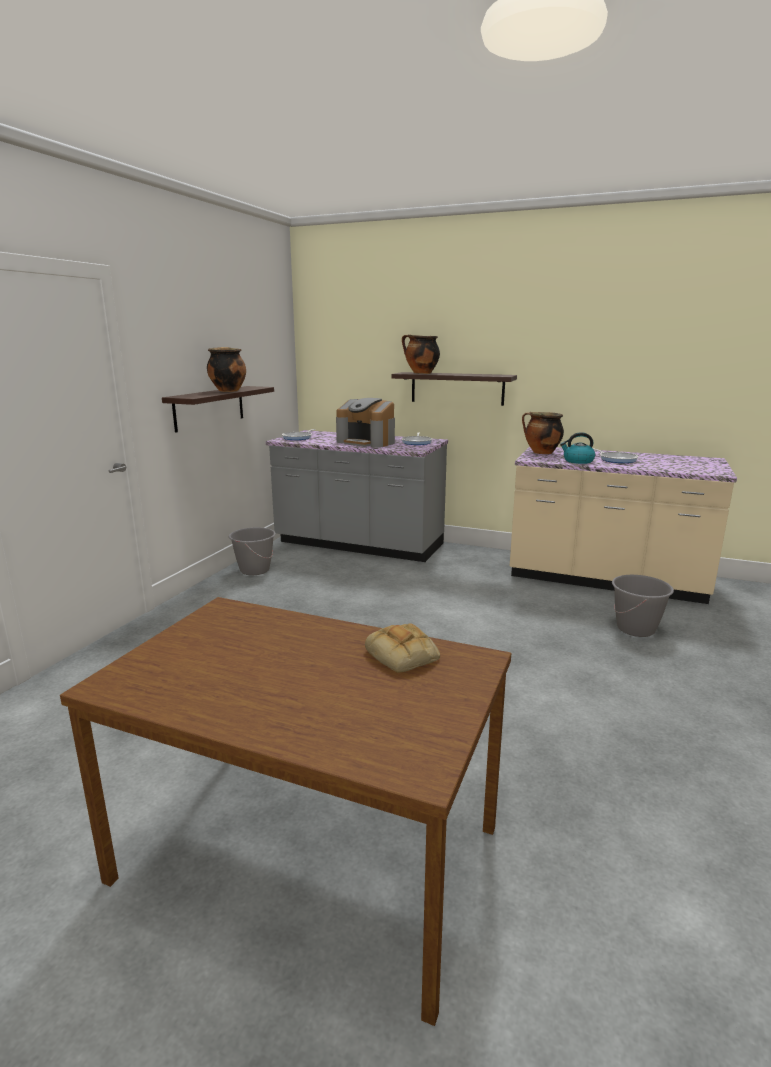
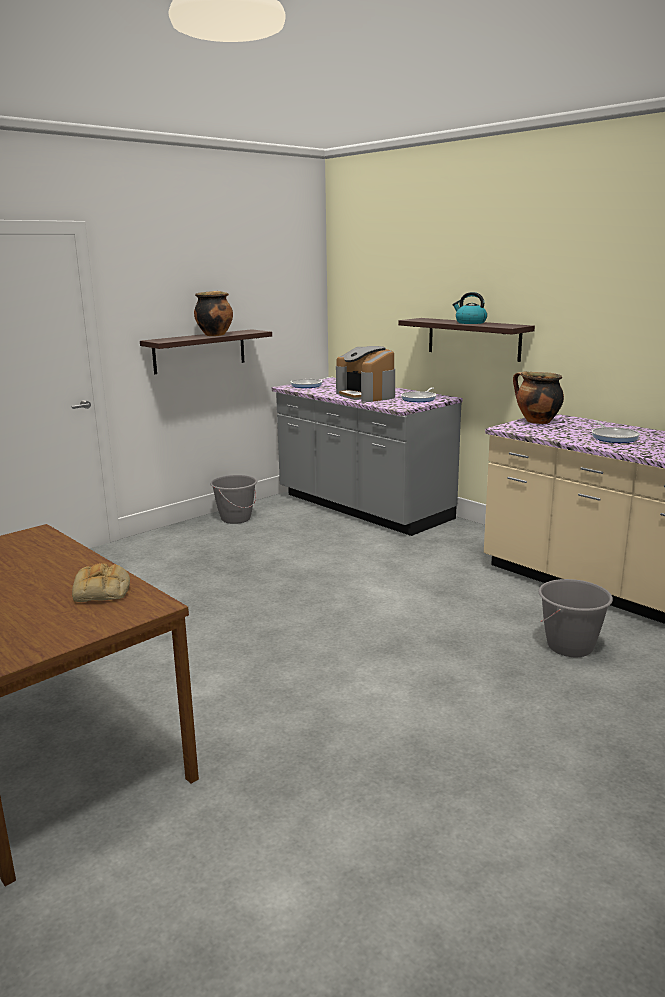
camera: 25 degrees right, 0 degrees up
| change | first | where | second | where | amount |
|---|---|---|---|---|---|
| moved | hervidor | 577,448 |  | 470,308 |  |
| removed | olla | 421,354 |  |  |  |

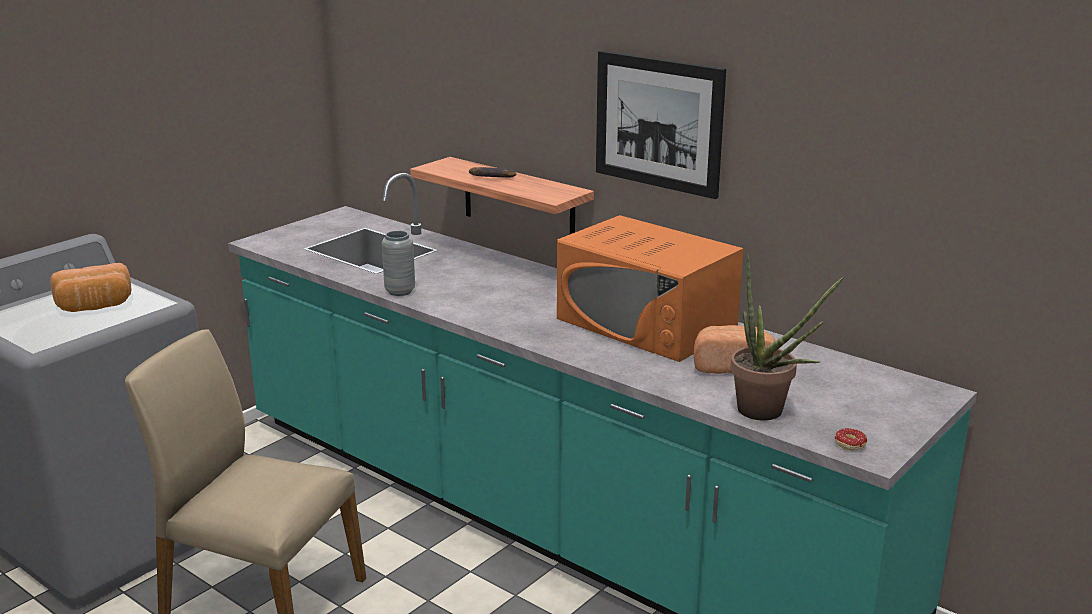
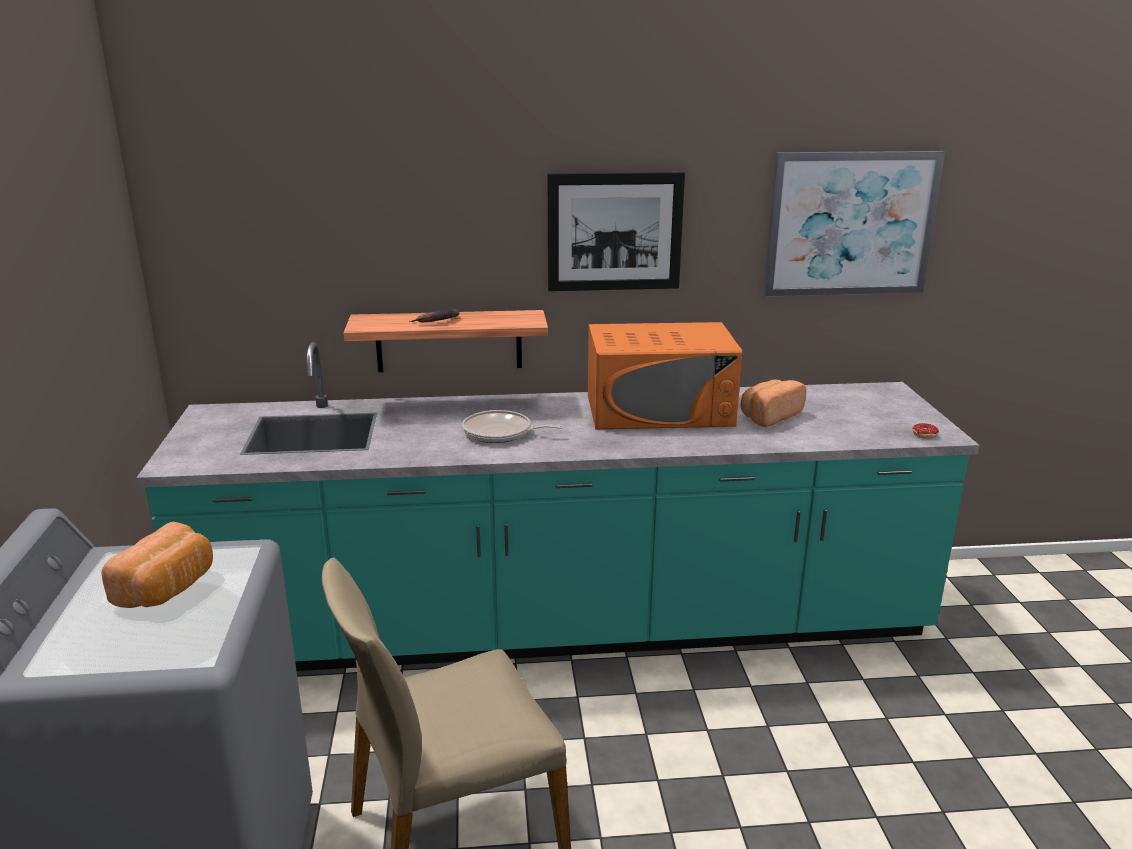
camera: 45 degrees left, 0 degrees up
| change | first | where | second | where | amount |
|---|---|---|---|---|---|
| added |  |  | sartén | 513,426 |  |
| added |  |  | cuadro | 854,224 |  |
| removed | florero (gris) | 398,263 |  |  |  |
| removed | planta en maceta | 787,337 |  |  |  |

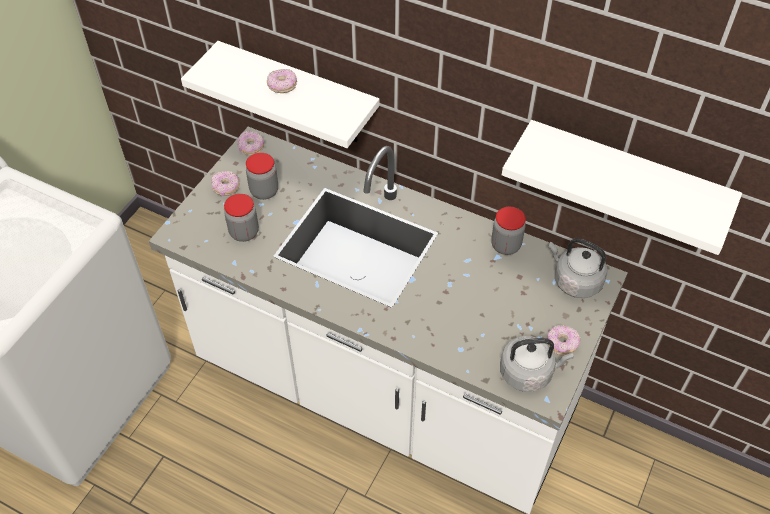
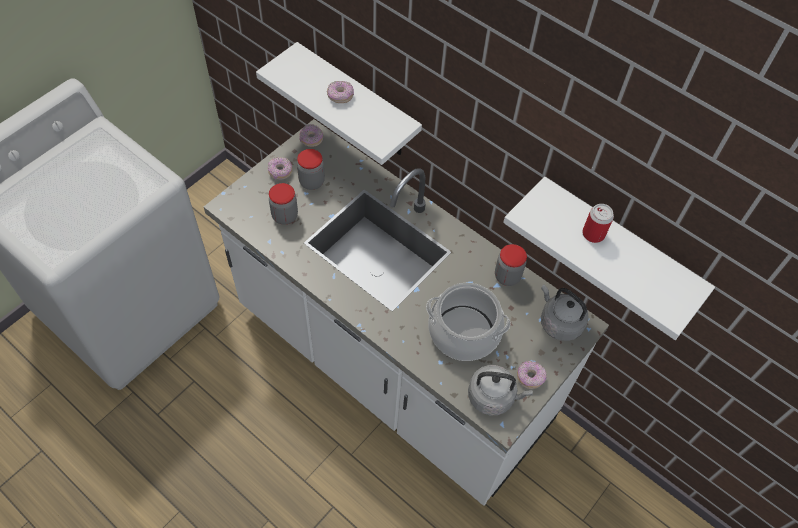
camera: 10 degrees right, 5 degrees up
| change | first | where | second | where | amount |
|---|---|---|---|---|---|
| added |  |  | olla | 468,322 |  |
| added |  |  | lata | 598,223 |  |

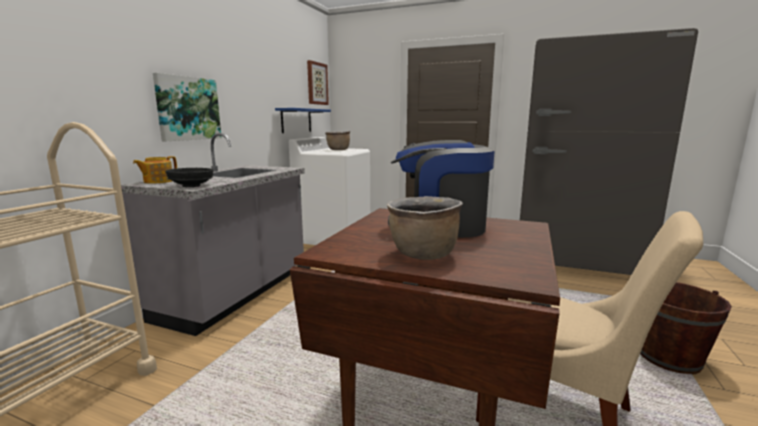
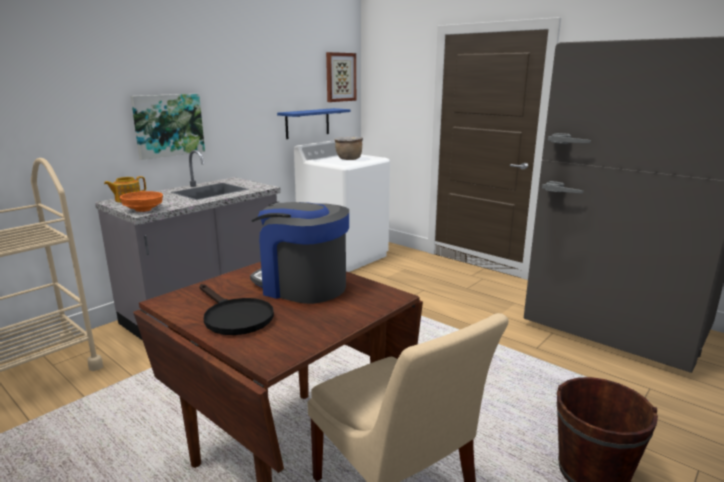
camera: 20 degrees right, 5 degrees up
| change | first | where | second | where | amount |
|---|---|---|---|---|---|
| recoloured | cuenco (negro) | 189,177 | cuenco (naranja) | 141,201 |  |
| replaced | olla (marrón) | 425,228 | sartén (negro) | 236,309 |  |

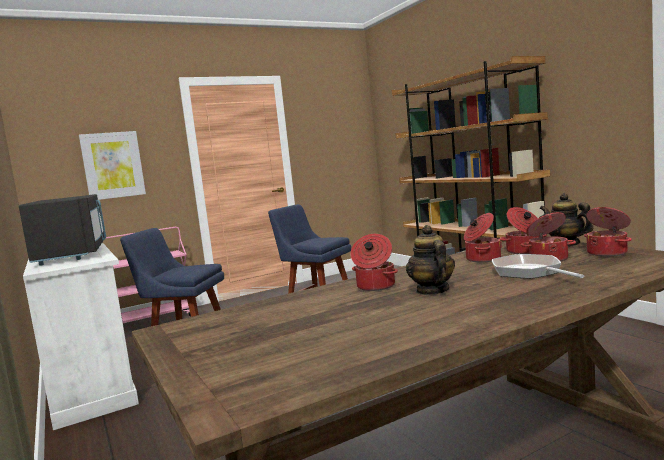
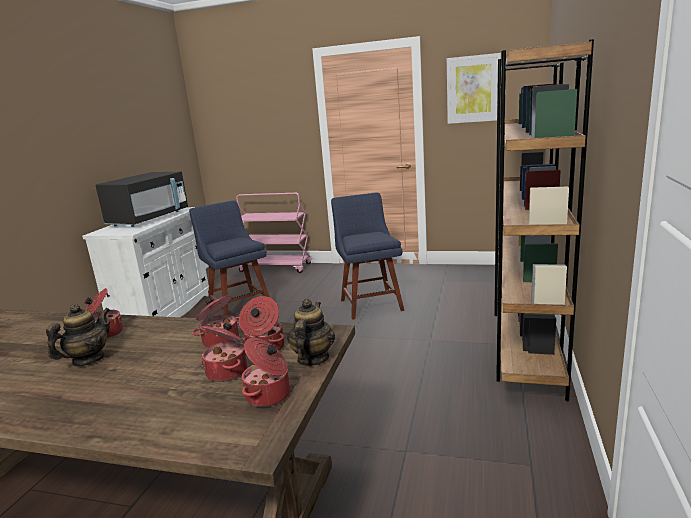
camera: 45 degrees right, 10 degrees up
| change | first | where | second | where | amount |
|---|---|---|---|---|---|
| moved | cuadro | 112,165 |  | 474,88 |  |
| removed | sartén | 538,266 |  |  |  |

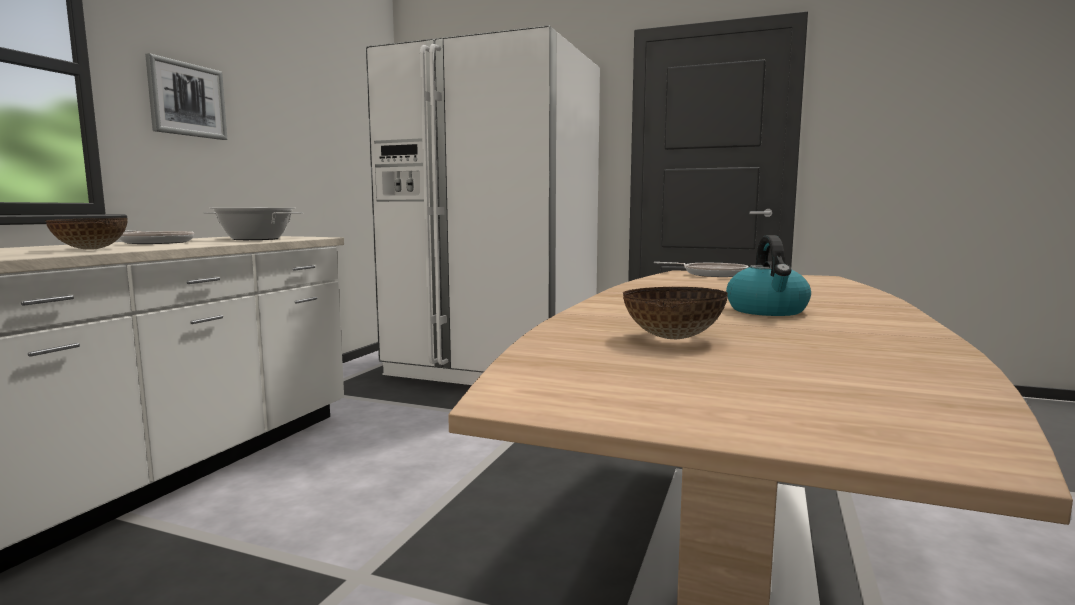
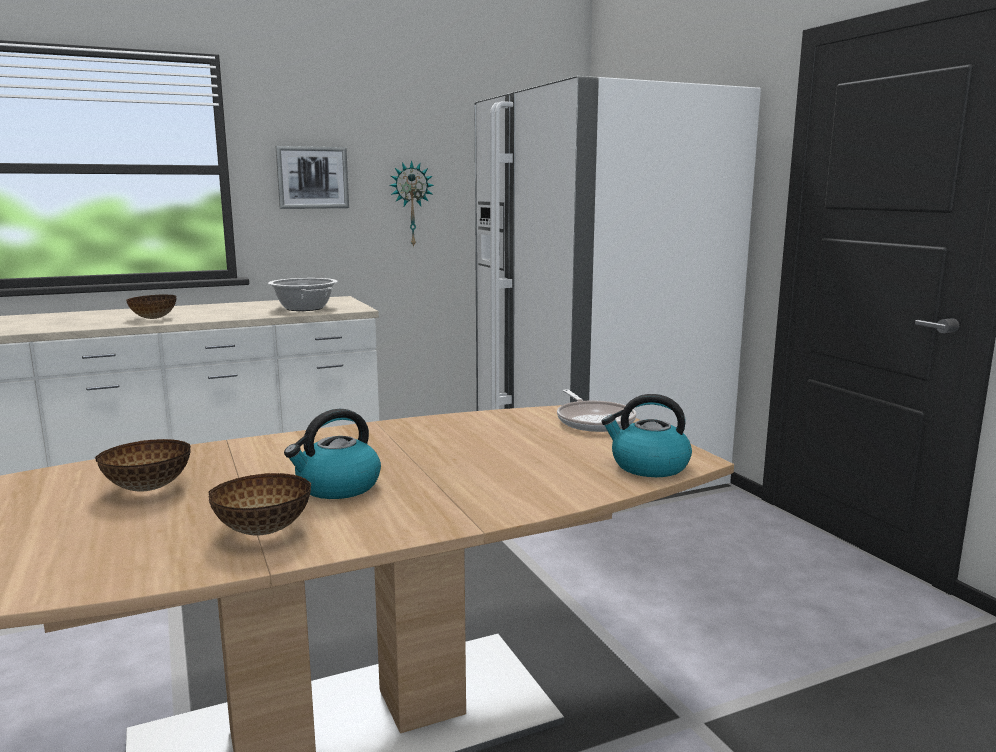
camera: 45 degrees right, 5 degrees up
| change | first | where | second | where | amount |
|---|---|---|---|---|---|
| added |  |  | cuenco | 260,504 |  |
| added |  |  | reloj de pared | 412,204 |  |
| added |  |  | hervidor | 646,435 |  |
| removed | sartén | 156,237 |  |  |  |

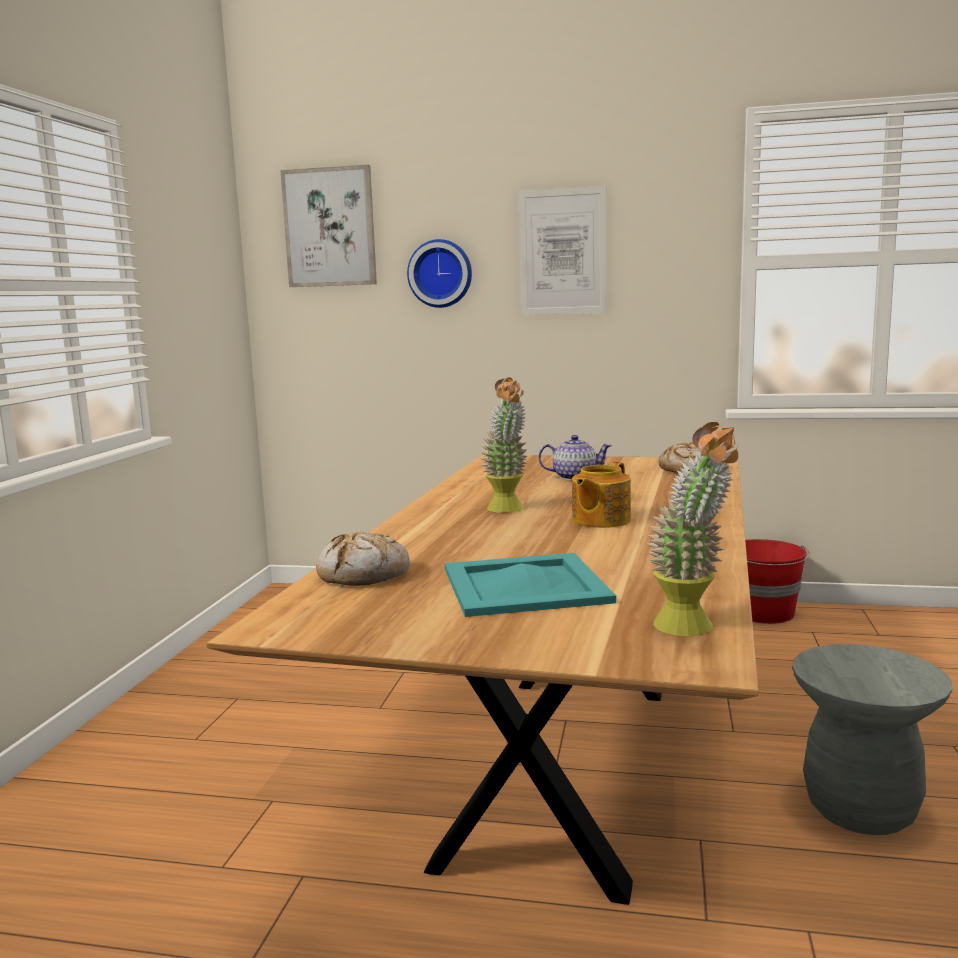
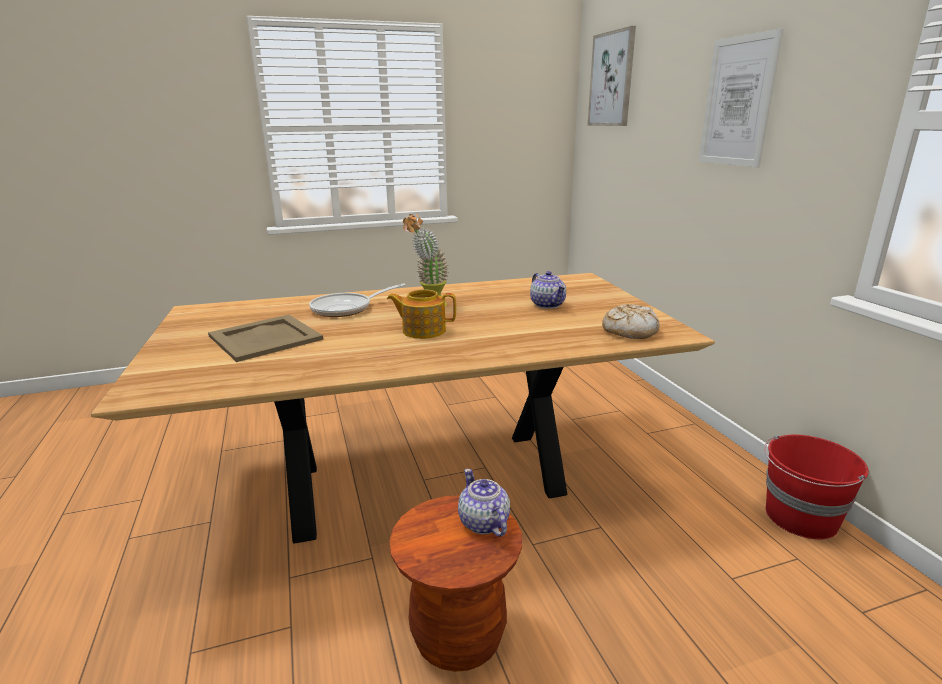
camera: 60 degrees right, 10 degrees up
| change | first | where | second | where | amount |
|---|---|---|---|---|---|
| recoloured | bandeja (turquesa) | 530,585 | bandeja (beis) | 265,338 |  |
| added |  |  | sartén | 357,300 |  |
| recoloured | taburete (gris) | 872,739 | taburete (marrón) | 455,583 |  |
| added |  |  | tetera | 484,503 |  |
| removed | pan | 363,558 |  |  |  |
| removed | reloj de pared | 439,273 |  |  |  |
| removed | planta en maceta | 692,529 |  |  |  |

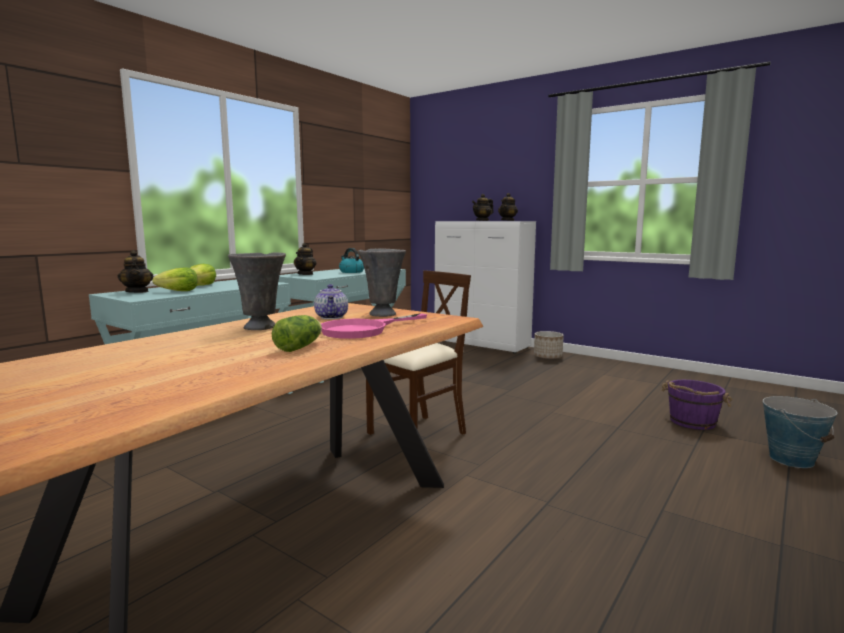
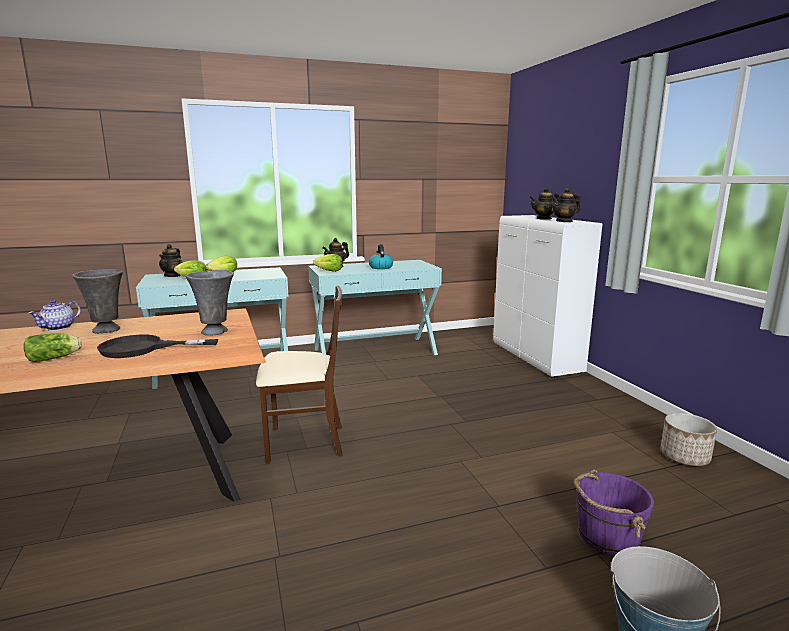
camera: 35 degrees right, 5 degrees up
| change | first | where | second | where | amount |
|---|---|---|---|---|---|
| moved | tetera | 331,301 |  | 54,315 |  |
| recoloured | sartén (rosa) | 374,326 | sartén (negro) | 157,346 |  |
| added |  |  | lechuga | 328,263 |  |
| moved | maceta | 549,345 |  | 689,439 |  |

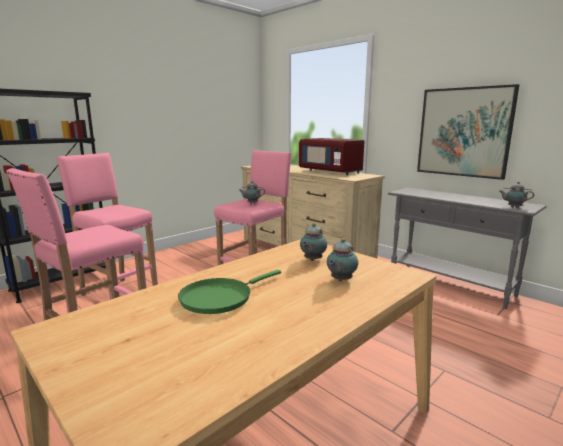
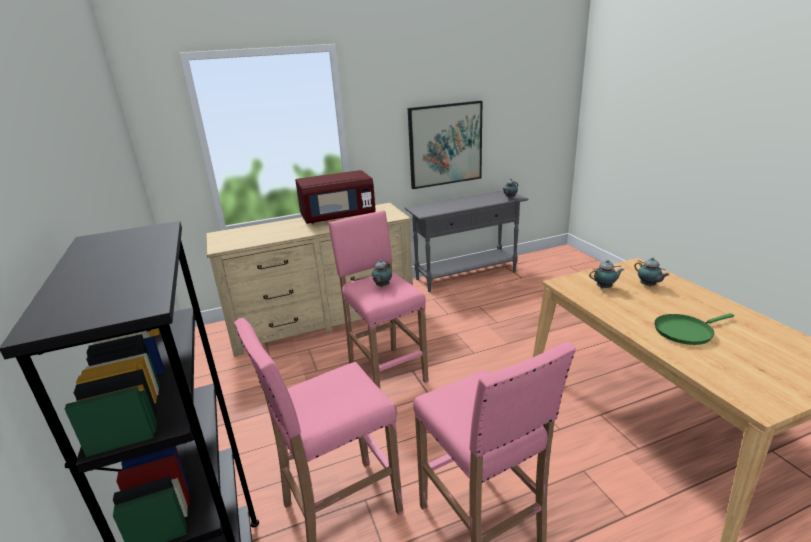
camera: 65 degrees left, 10 degrees up
| change | first | where | second | where | amount |
|---|---|---|---|---|---|
| turned | tetera | 313,242 |  | 606,274 | 60 degrees counterclockwise |
| turned | sartén (verde) | 229,292 |  | 694,329 | 90 degrees clockwise |

